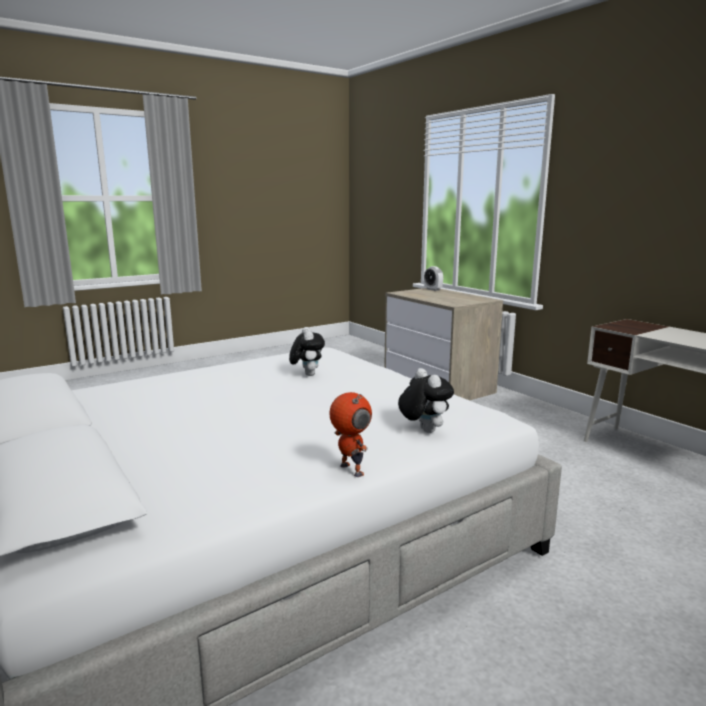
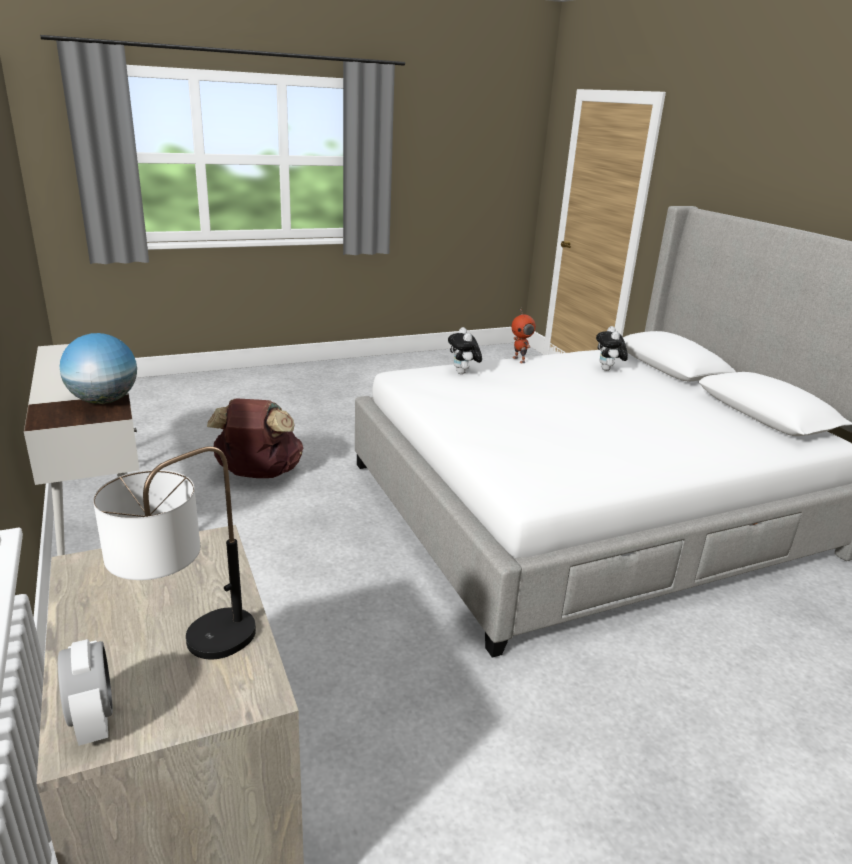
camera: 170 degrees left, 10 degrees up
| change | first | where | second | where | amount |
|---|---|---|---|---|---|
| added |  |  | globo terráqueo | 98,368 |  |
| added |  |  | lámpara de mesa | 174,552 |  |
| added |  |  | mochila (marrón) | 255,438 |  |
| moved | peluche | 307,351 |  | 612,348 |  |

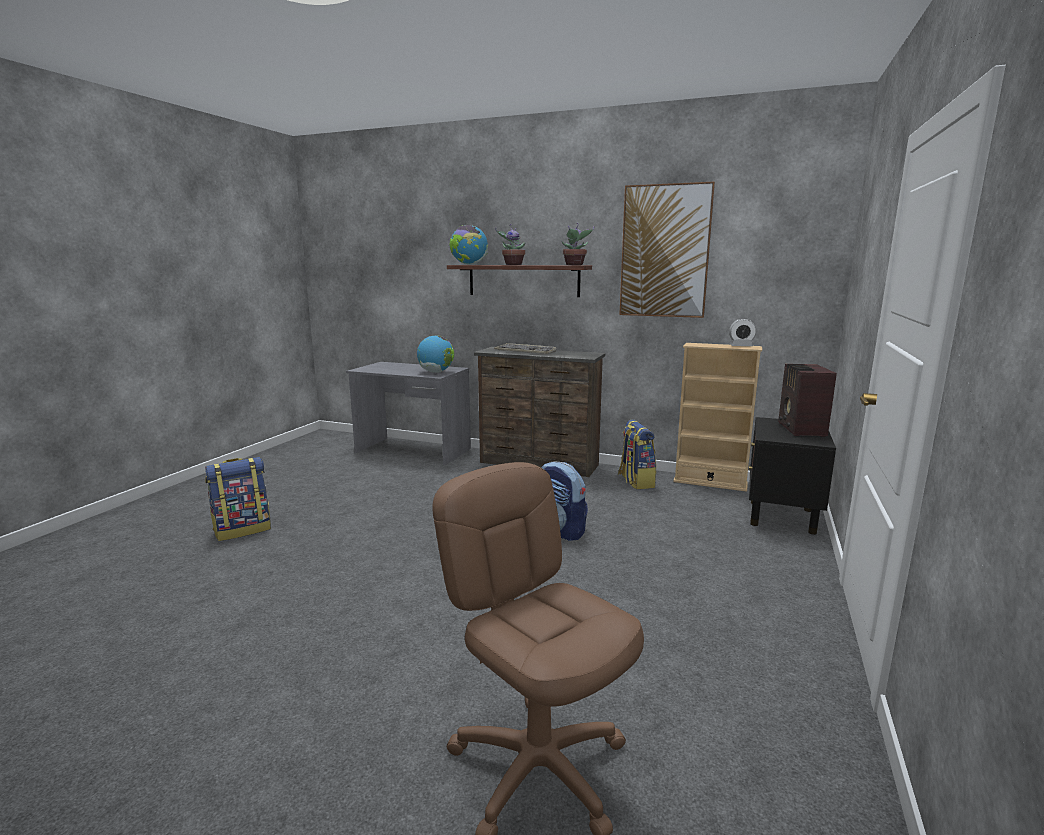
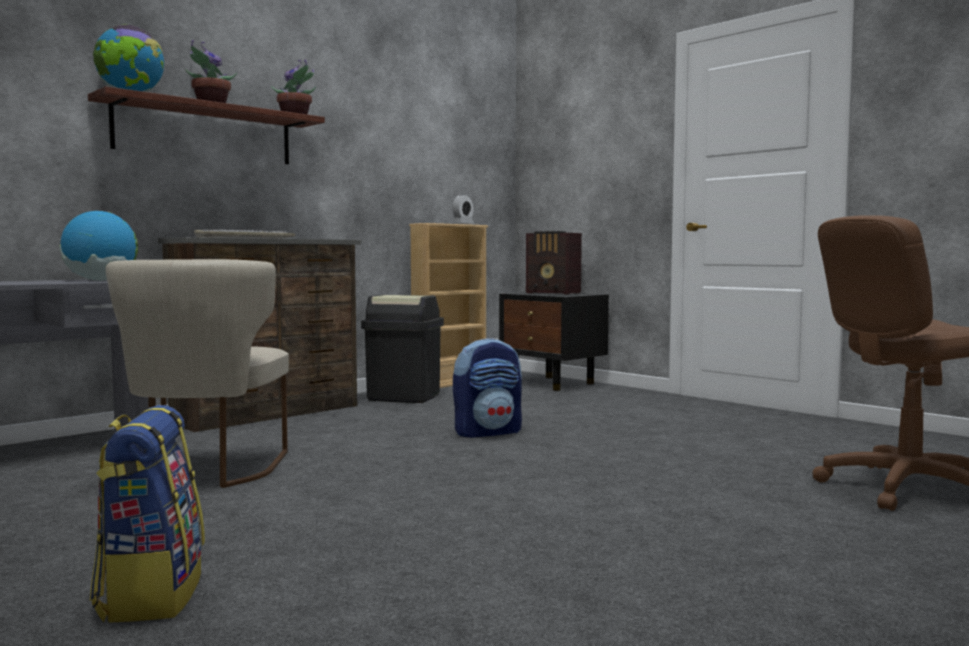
camera: 65 degrees left, 10 degrees down
| change | first | where | second | where | amount |
|---|---|---|---|---|---|
| added |  |  | silla (beis) | 197,373 |  |
| replaced | mochila | 637,454 | papelera (negro) | 402,349 |  |
| removed | cuadro | 667,250 |  |  |  |

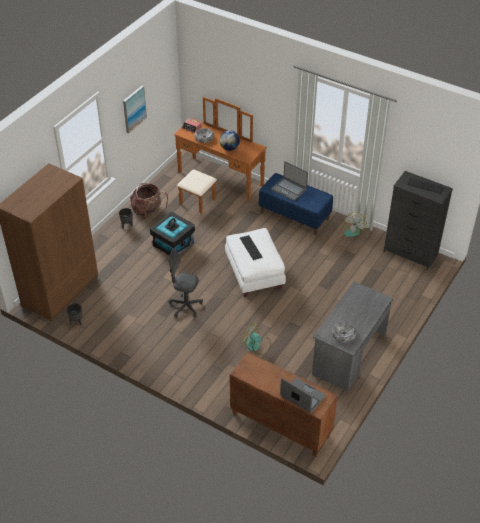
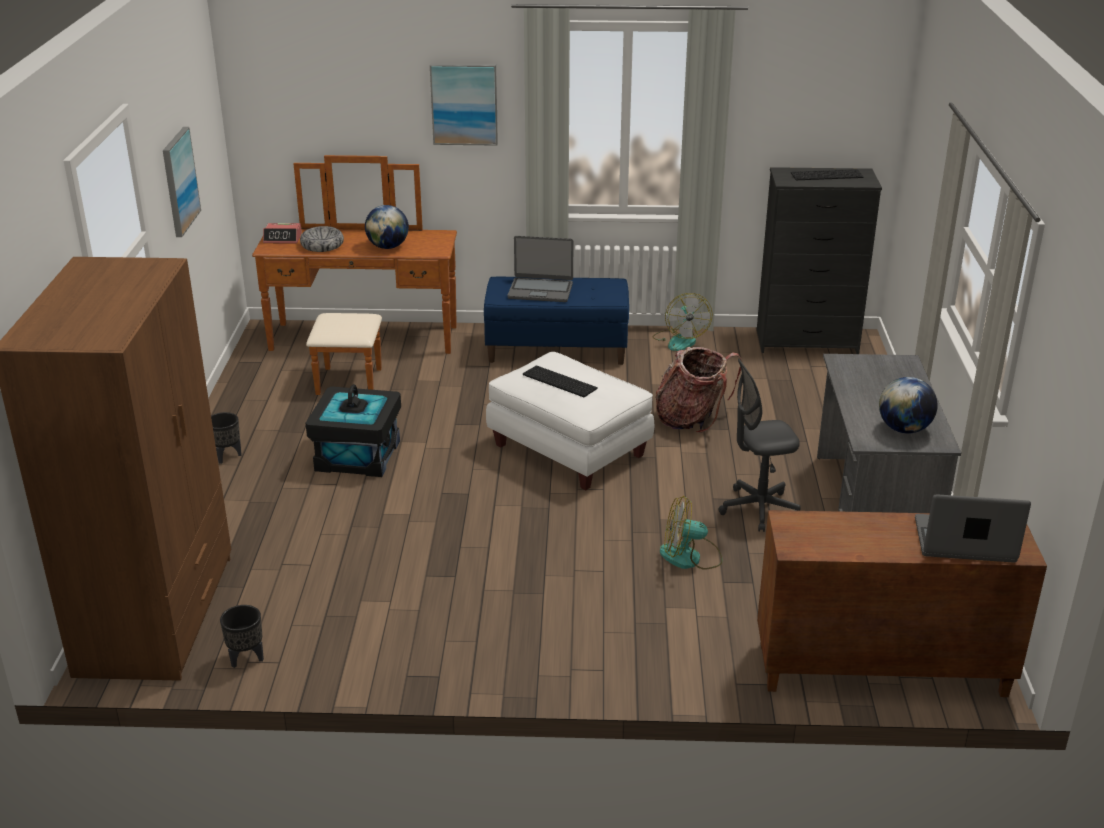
camera: 30 degrees left, 15 degrees down
| change | first | where | second | where | amount |
|---|---|---|---|---|---|
| added |  |  | cuadro | 464,105 |  |
| moved | mochila | 149,200 |  | 698,389 |  |
| moved | silla de oficina (gris) | 185,283 |  | 759,445 |  |
| replaced | cuenco | 344,332 | globo terráqueo | 908,405 |  |

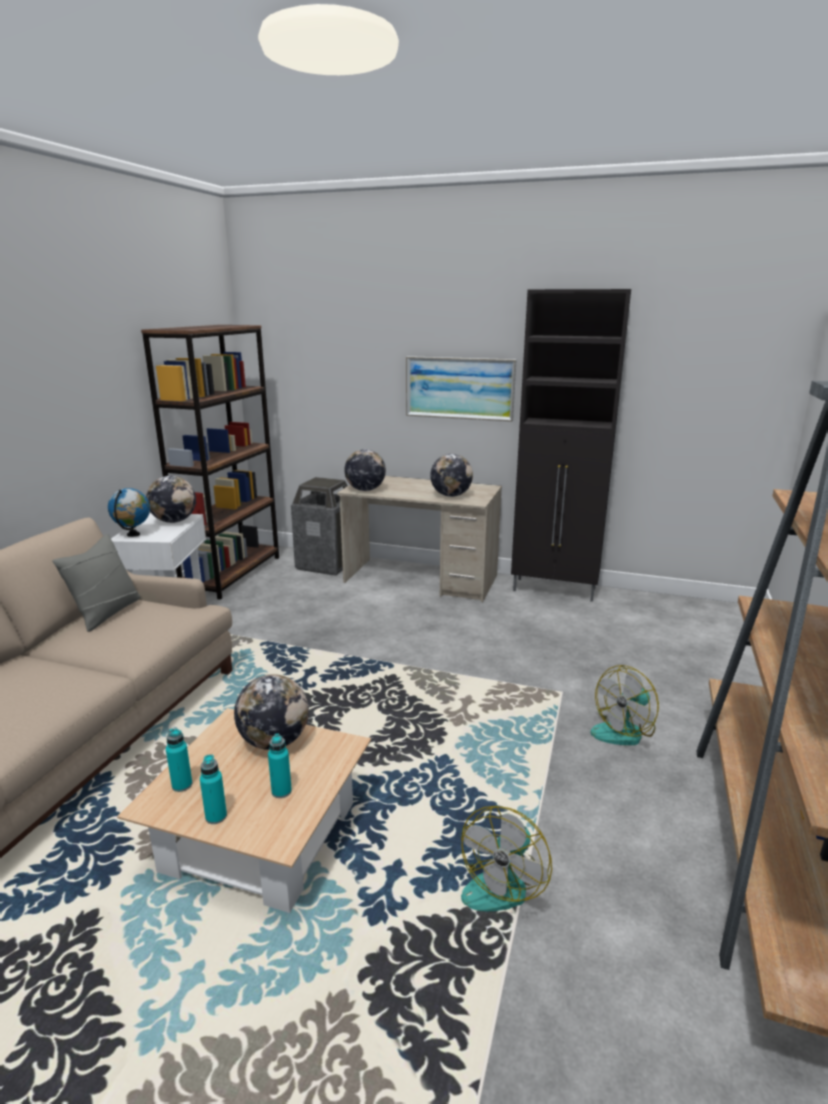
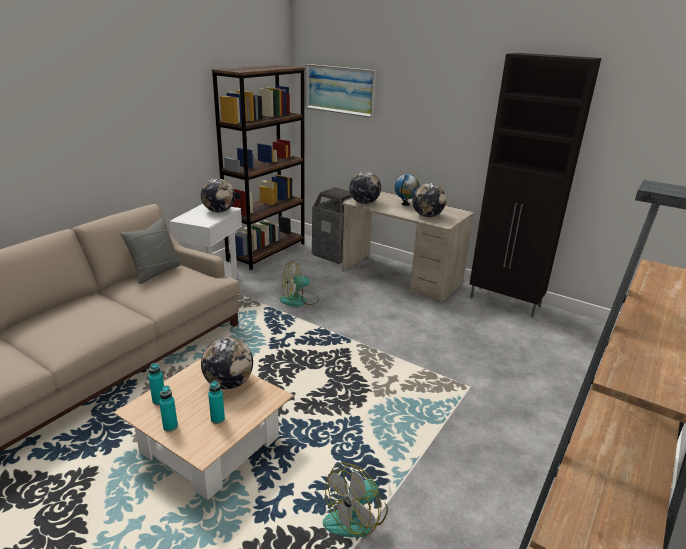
camera: 15 degrees right, 5 degrees up
| change | first | where | second | where | amount |
|---|---|---|---|---|---|
| moved | ventilador | 624,705 |  | 299,284 |  |
| moved | cuadro | 461,389 |  | 341,91 |  |
| moved | globo terráqueo | 129,512 |  | 407,190 |  |

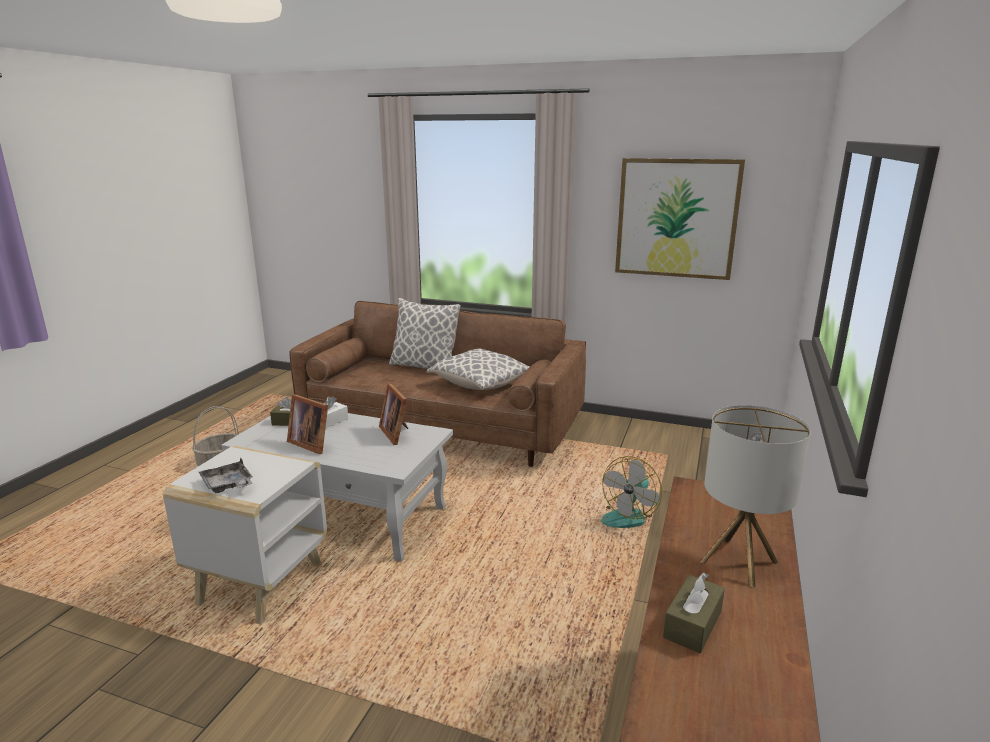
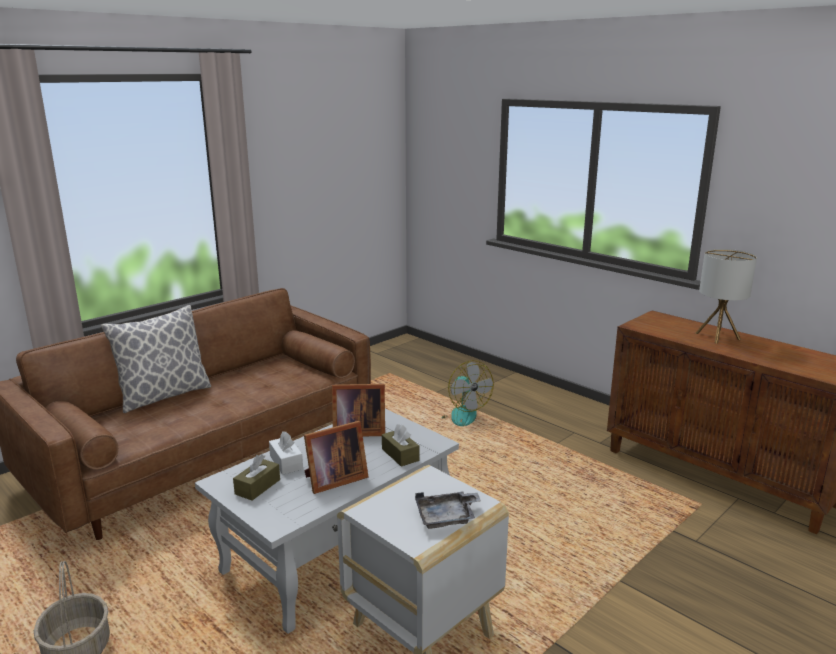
camera: 65 degrees left, 0 degrees up
| change | first | where | second | where | amount |
|---|---|---|---|---|---|
| moved | caja de pañuelos (marrón) | 694,612 |  | 400,445 |  |
| removed | cojín | 478,369 |  |  |  |
| removed | cuadro | 680,219 |  |  |  |

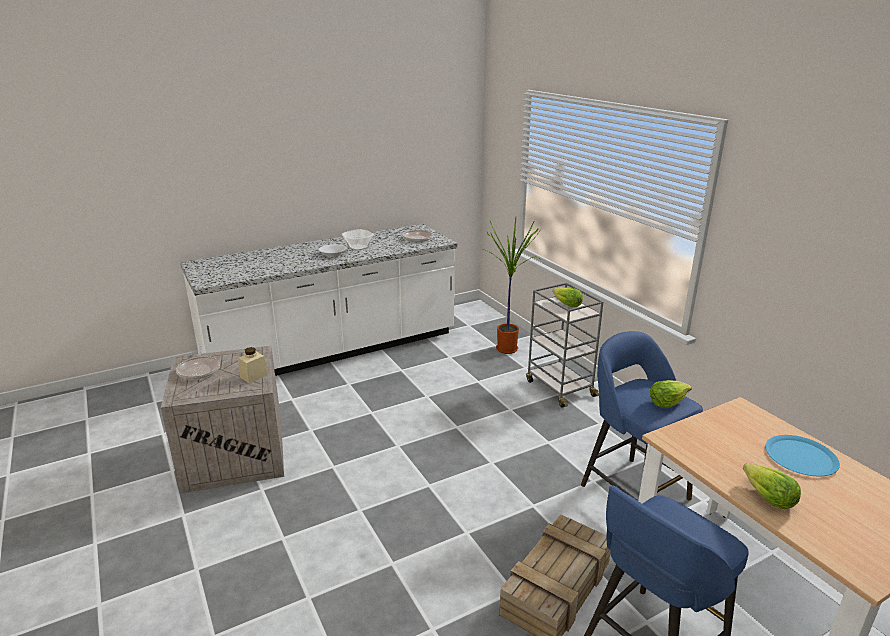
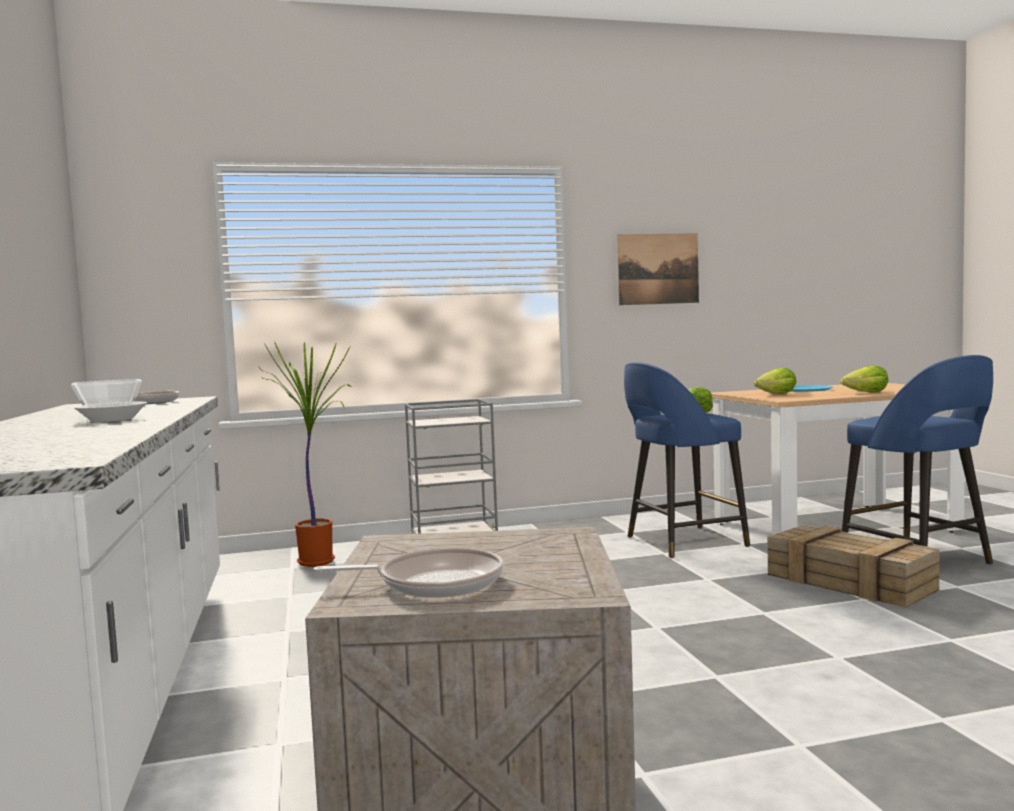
camera: 75 degrees left, 20 degrees down
| change | first | where | second | where | amount |
|---|---|---|---|---|---|
| added |  |  | cuadro | 658,269 |  |
| moved | lechuga | 568,297 |  | 775,380 |  |
| removed | tarro (beis) | 253,365 |  |  |  |

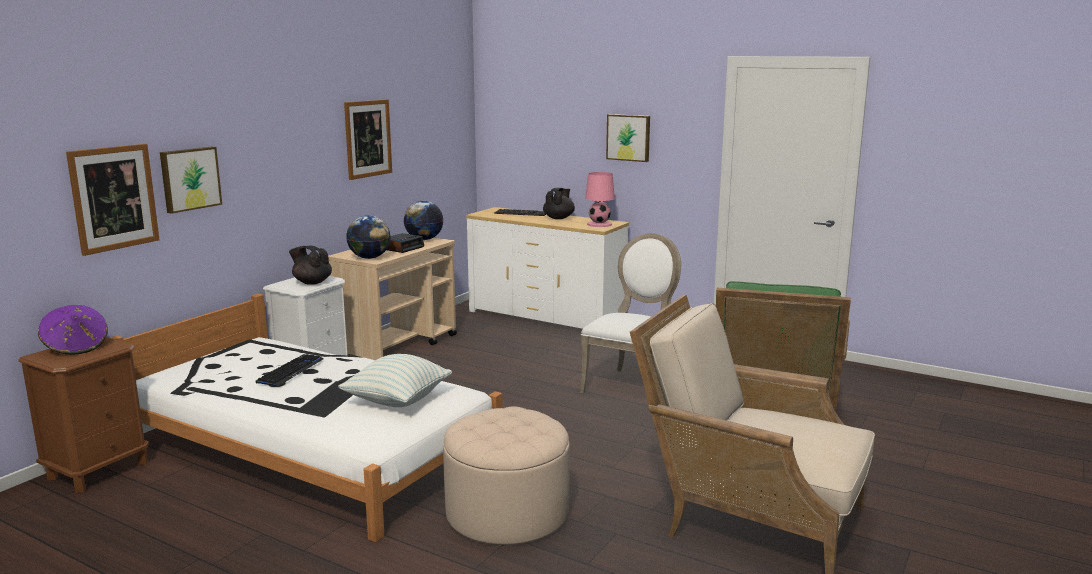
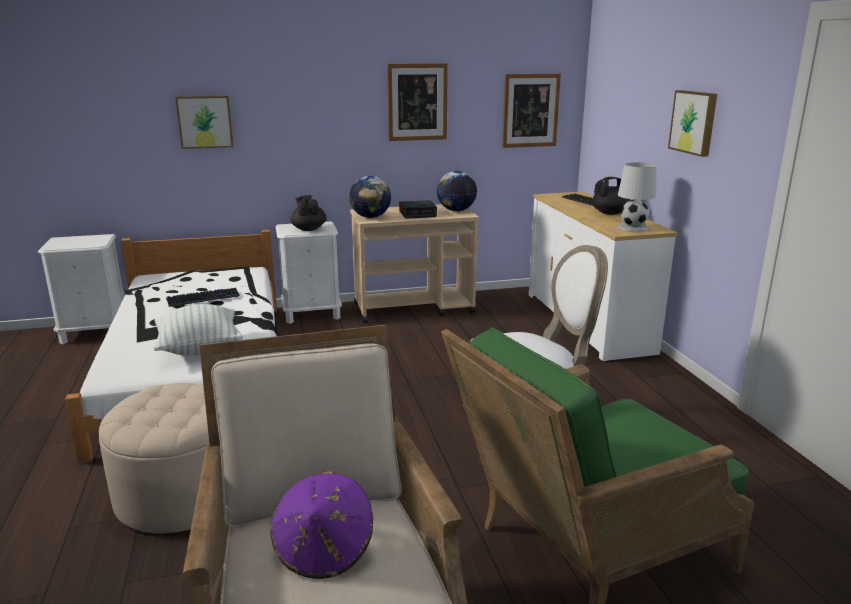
camera: 45 degrees right, 5 degrees up
| change | first | where | second | where | amount |
|---|---|---|---|---|---|
| recoloured | mesita de noche (marrón) | 83,415 | mesita de noche (blanco) | 81,289 |  |
| moved | sombrero (morado) | 73,329 |  | 321,525 |  |
| moved | cuadro | 113,200 |  | 531,111 |  |
| recoloured | lámpara de mesa (rosa) | 600,199 | lámpara de mesa (blanco) | 636,197 |  |

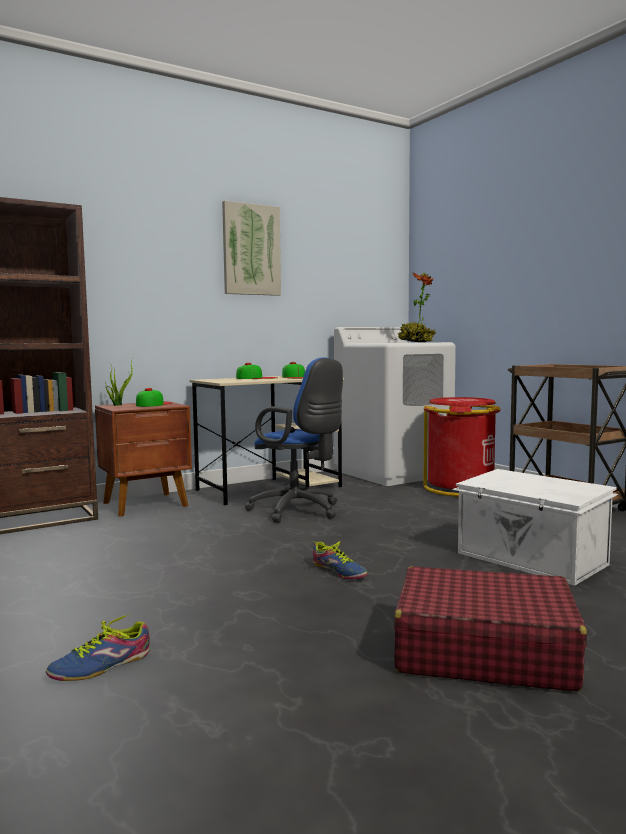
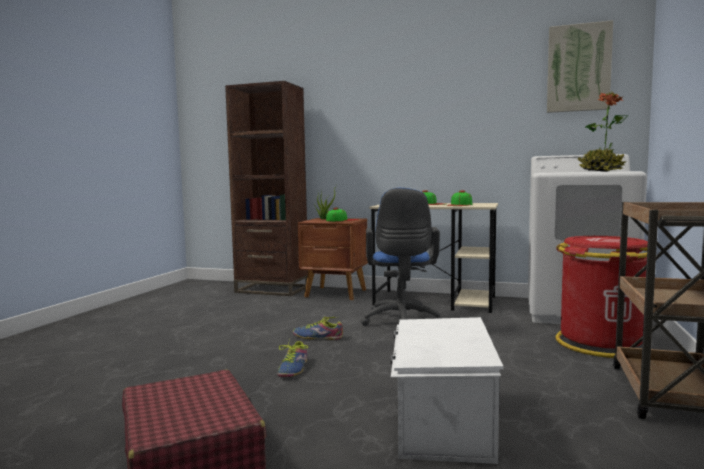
camera: 50 degrees right, 0 degrees up
| change | first | where | second | where | amount |
|---|---|---|---|---|---|
| moved | zapato | 98,647 |  | 318,328 |  |
| moved | cuadro | 251,248 |  | 580,66 |  |

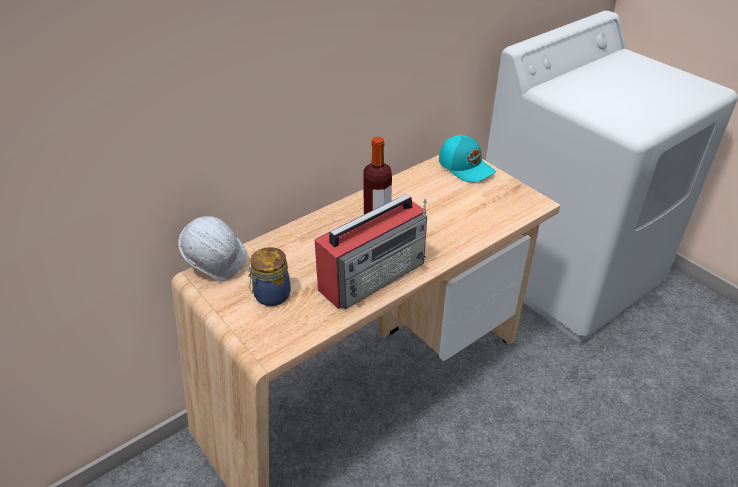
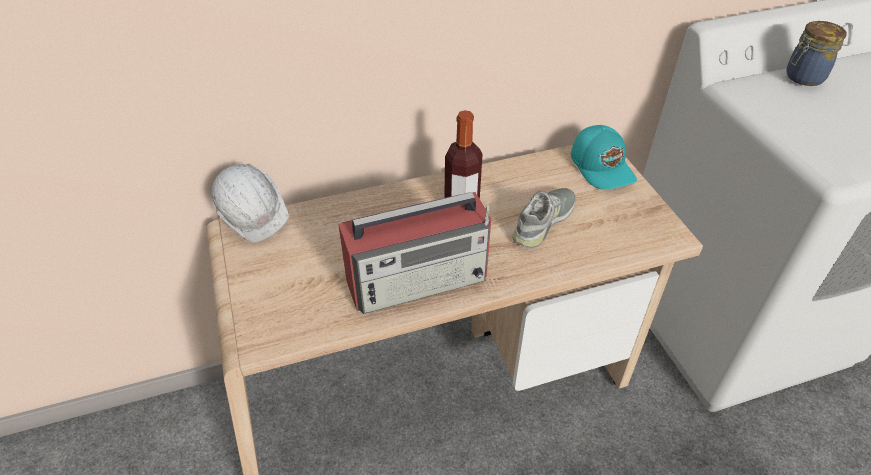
camera: 20 degrees right, 5 degrees up
| change | first | where | second | where | amount |
|---|---|---|---|---|---|
| added |  |  | zapato (gris) | 543,218 |  |
| moved | tarro | 269,276 |  | 817,53 |  |

